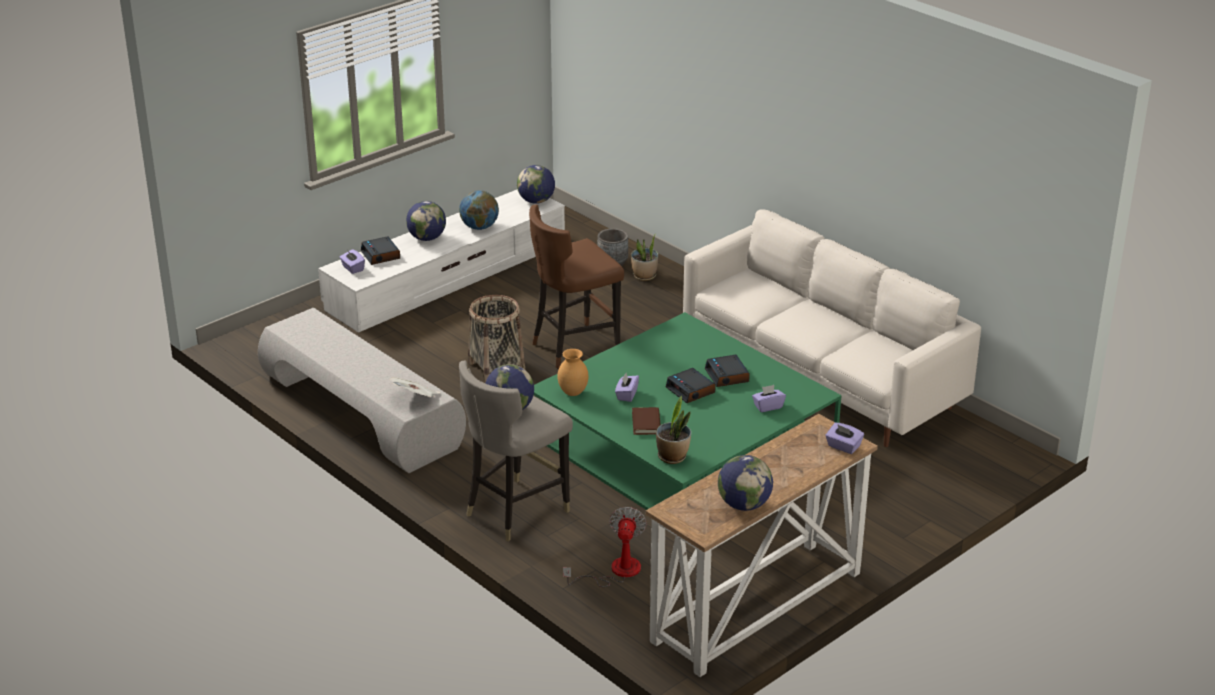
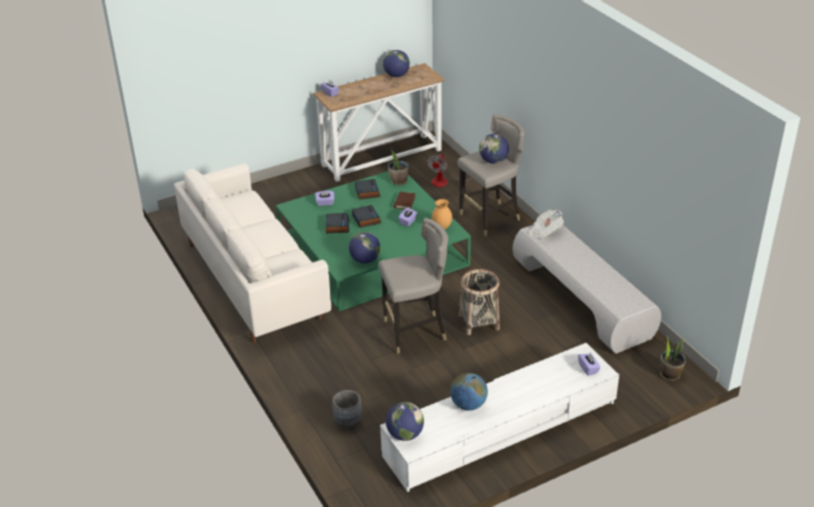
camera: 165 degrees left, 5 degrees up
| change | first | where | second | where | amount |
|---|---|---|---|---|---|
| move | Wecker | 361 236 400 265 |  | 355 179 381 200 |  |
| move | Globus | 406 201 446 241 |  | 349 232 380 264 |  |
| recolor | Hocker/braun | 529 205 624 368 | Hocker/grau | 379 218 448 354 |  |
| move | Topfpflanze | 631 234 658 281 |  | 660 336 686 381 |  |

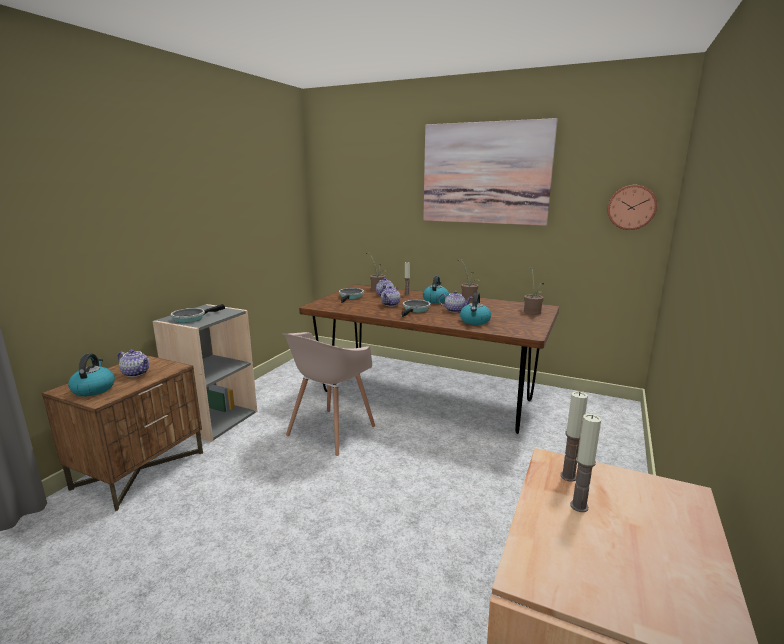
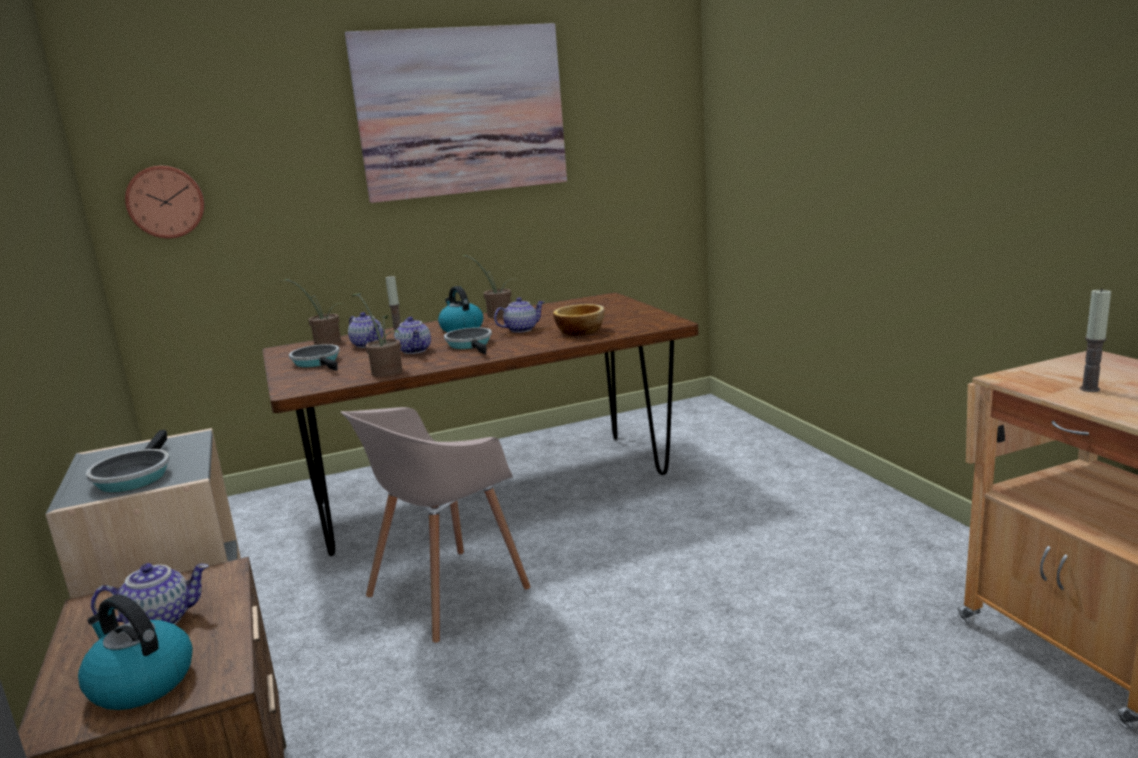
camera: 45 degrees left, 0 degrees up
| change | first | where | second | where | amount |
|---|---|---|---|---|---|
| rotate | Stuhl/beige | 283 332 375 456 |  | 341 407 531 643 | 60 degrees clockwise |
| replace | Wasserkessel | 460 293 491 325 | Schüssel | 553 304 605 336 |  |
| move | Topfpflanze | 524 268 544 315 |  | 352 293 403 377 |  |
| delete | Kerze | 560 391 588 481 |  |  |  |
| move | Wanduhr | 608 185 657 230 |  | 125 166 204 239 |  |

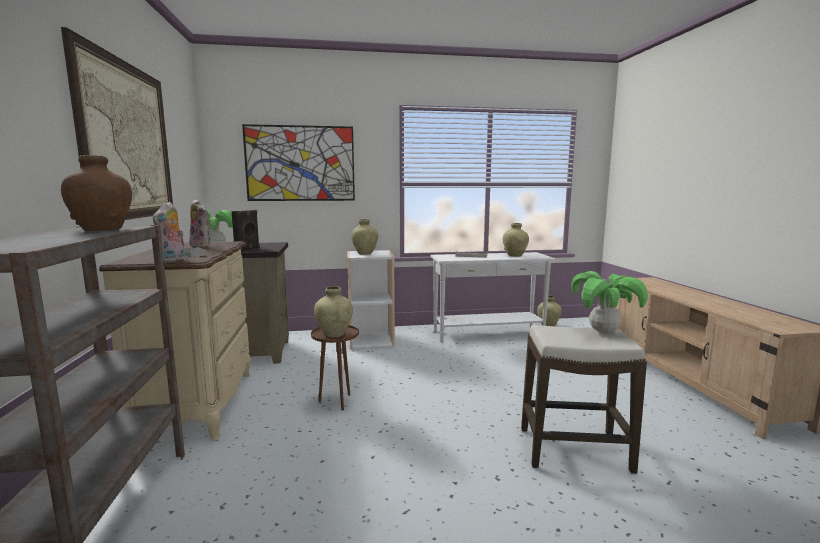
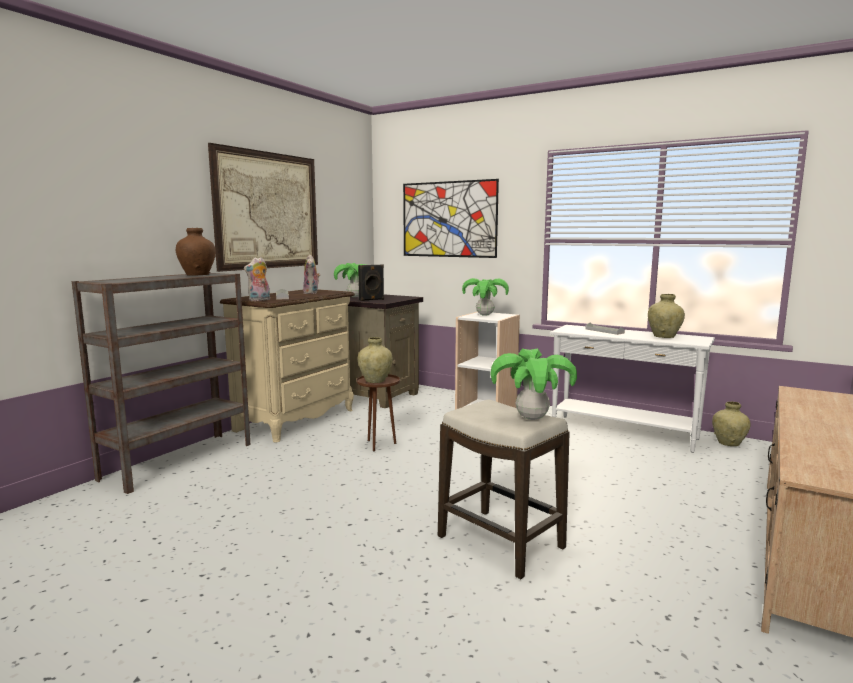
camera: 40 degrees right, 0 degrees up
| change | first | where | second | where | amount |
|---|---|---|---|---|---|
| replace | Vase/beige | 351 219 378 254 | Topfpflanze | 462 278 509 316 |  |

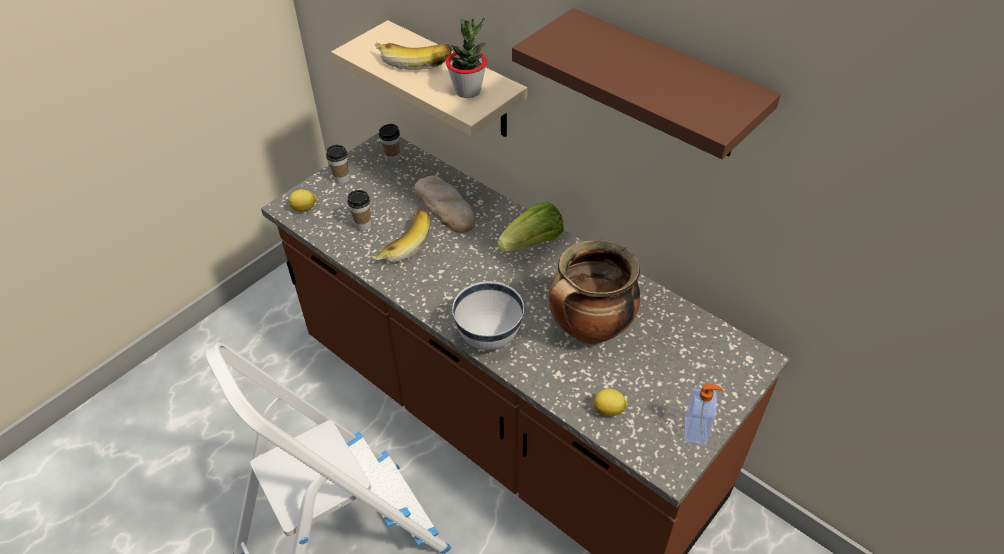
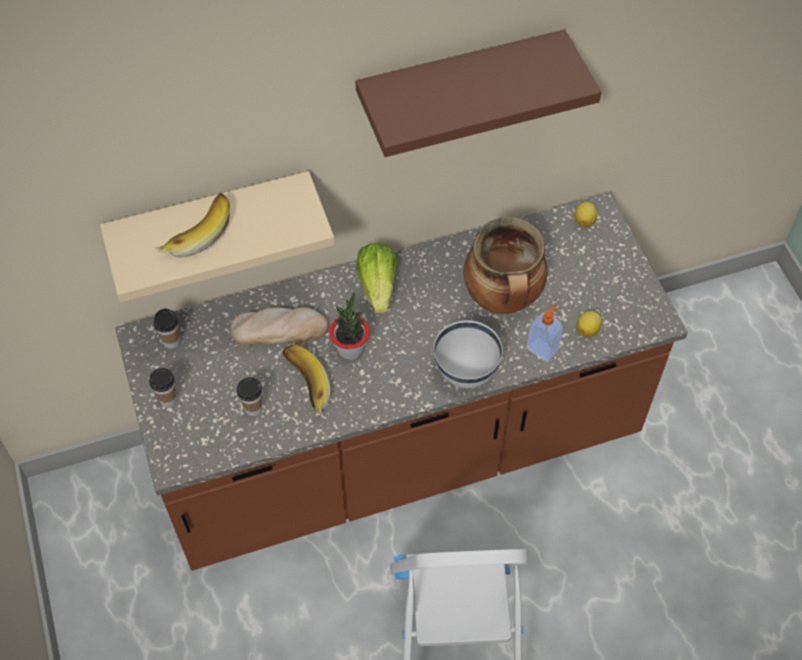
camera: 60 degrees left, 10 degrees up
| change | first | where | second | where | amount |
|---|---|---|---|---|---|
| move | Zitrone | 289 190 317 212 |  | 574 202 597 227 |  |
| move | Topfpflanze | 446 18 487 98 |  | 329 292 370 360 |  |
| move | Seifenspender | 685 383 723 444 |  | 526 306 563 362 |  |

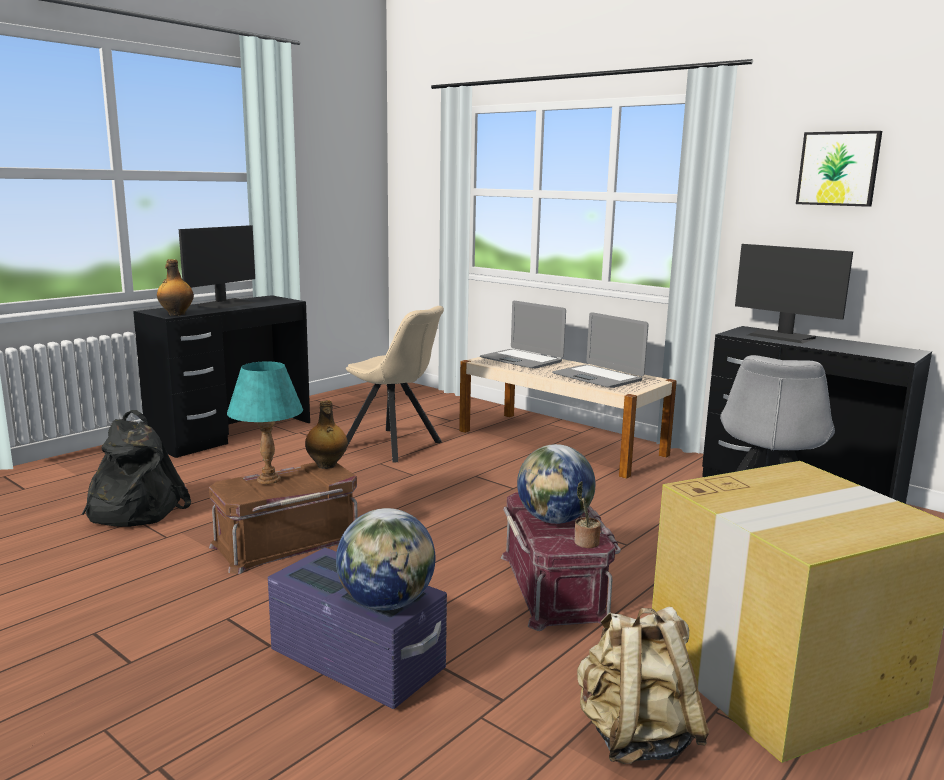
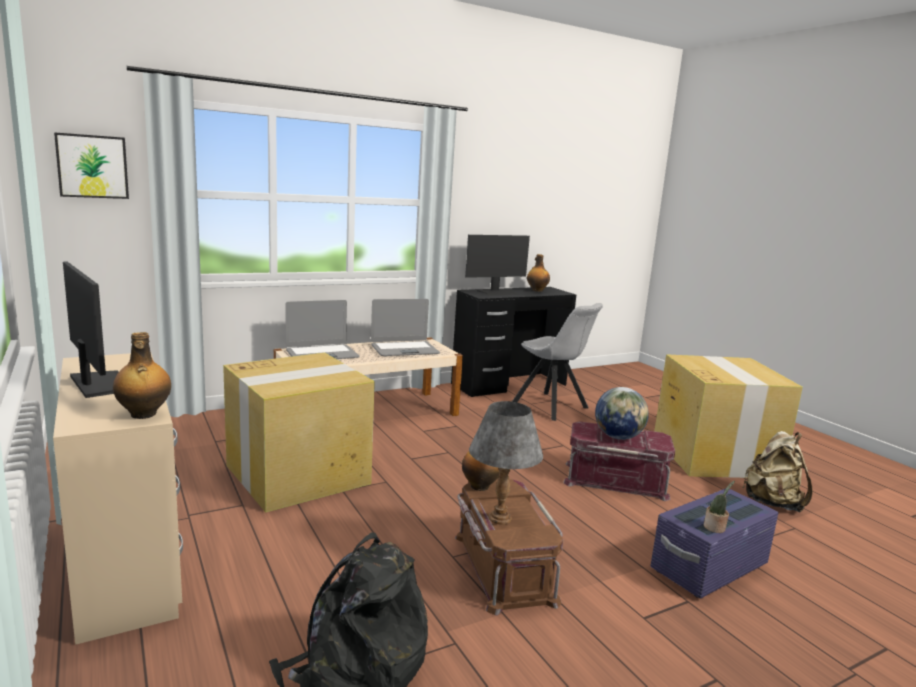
camera: 70 degrees left, 0 degrees up
| change | first | where | second | where | amount |
|---|---|---|---|---|---|
| recolor | Schreibtisch/schwarz | 133 295 310 458 | Schreibtisch/beige | 53 353 183 645 |  |
| recolor | Tischlampe/türkis | 227 361 303 484 | Tischlampe/grau | 469 401 543 525 |  |
| delete | Globus | 336 508 435 610 |  |  |  |
| replace | Stuhl/beige | 346 306 444 463 | Karton | 223 353 375 512 |  |
| move | Topfpflanze | 574 481 601 548 |  | 704 481 735 533 |  |
| move | Bild | 796 131 882 207 |  | 54 132 129 199 |  |
| insert |  |  | Flasche | 527 254 550 292 |  |

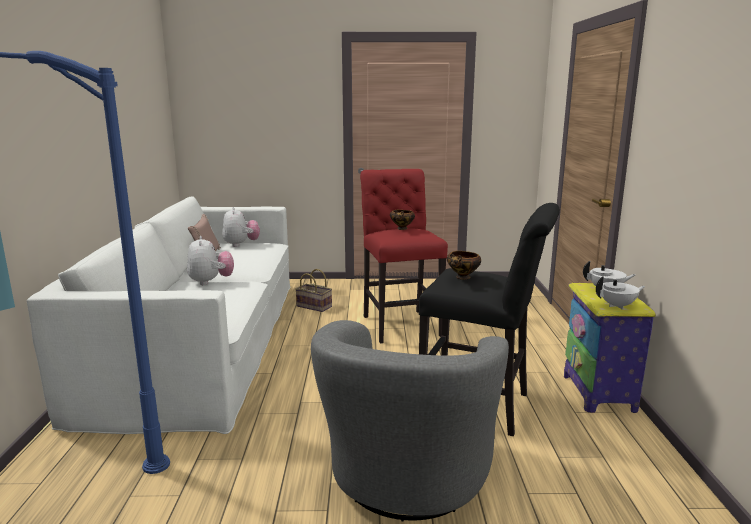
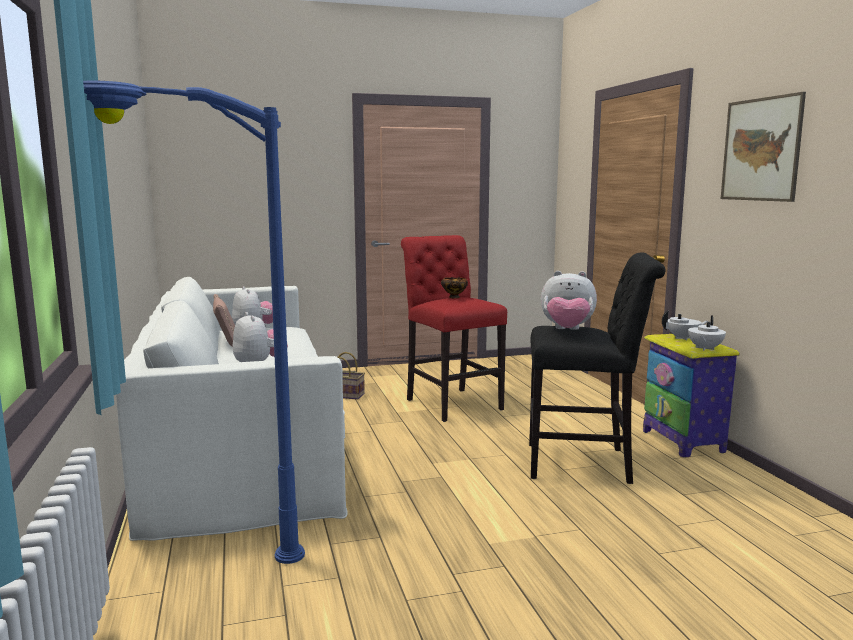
camera: 15 degrees left, 5 degrees down
| change | first | where | second | where | amount |
|---|---|---|---|---|---|
| delete | Sessel/grau | 311 320 509 522 |  |  |  |
| replace | Schüssel | 447 251 481 280 | Plüschtier | 541 271 597 330 |  |
| rotate | Teekanne/weiß | 596 276 645 310 |  | 688 315 726 351 | 150 degrees clockwise |
| insert |  |  | Bild | 721 92 806 202 |  |

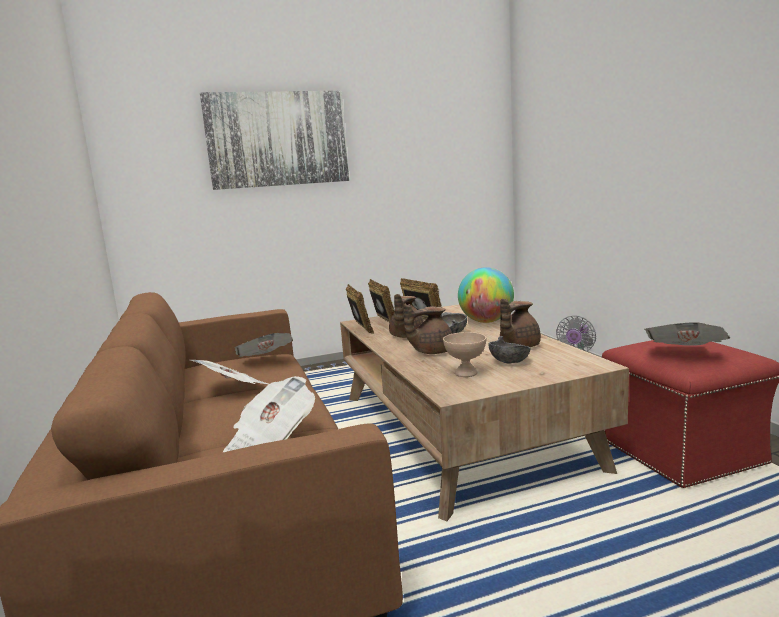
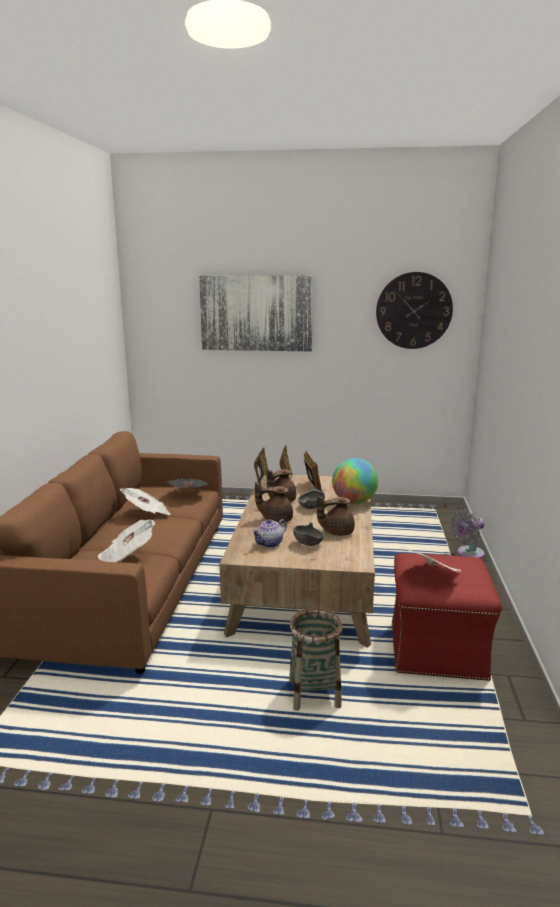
camera: 25 degrees right, 5 degrees up
| change | first | where | second | where | amount |
|---|---|---|---|---|---|
| replace | Schüssel/beige | 443 332 486 377 | Teekanne | 252 519 287 548 |  |
| insert |  |  | Korb | 289 608 342 711 |  |
| insert |  |  | Wanduhr | 376 272 453 349 |  |

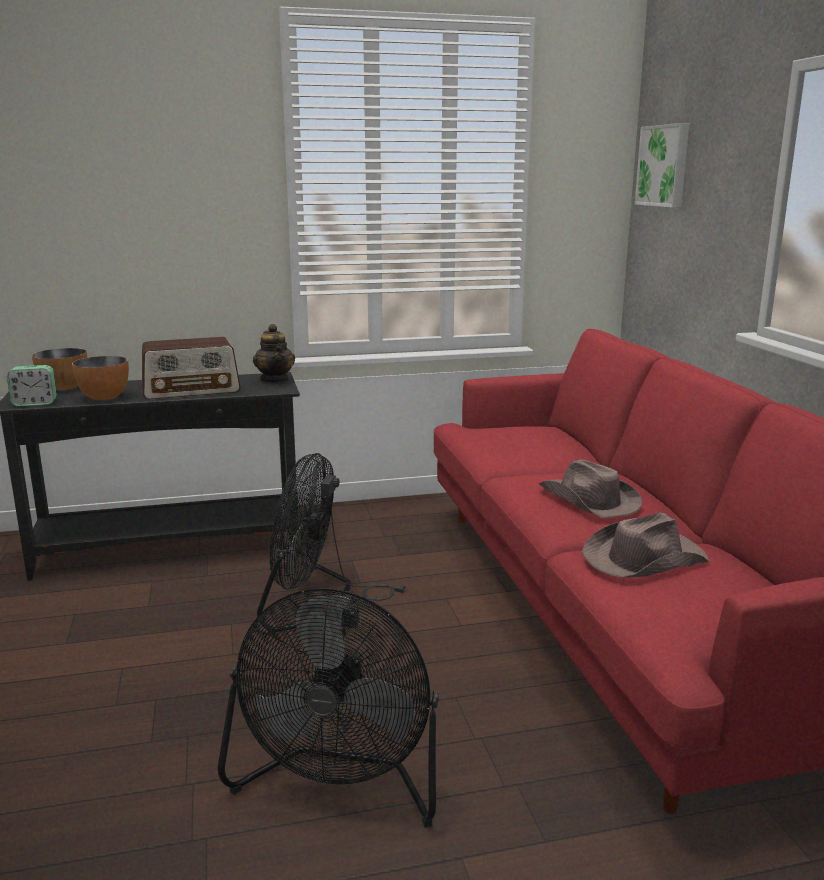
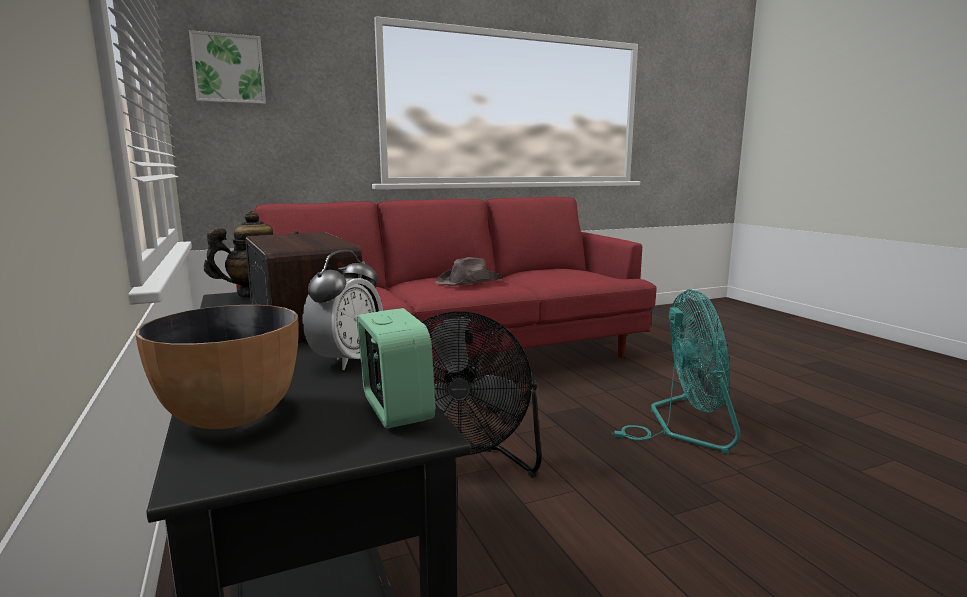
camera: 100 degrees left, 5 degrees down
| change | first | where | second | where | amount |
|---|---|---|---|---|---|
| replace | Schüssel | 72 356 129 400 | Wecker | 302 250 383 370 |  |
| recolor | Ventilator/schwarz | 218 588 438 828 | Ventilator/türkis | 611 289 740 455 |  |
| delete | Hut/braun | 582 513 709 577 |  |  |  |

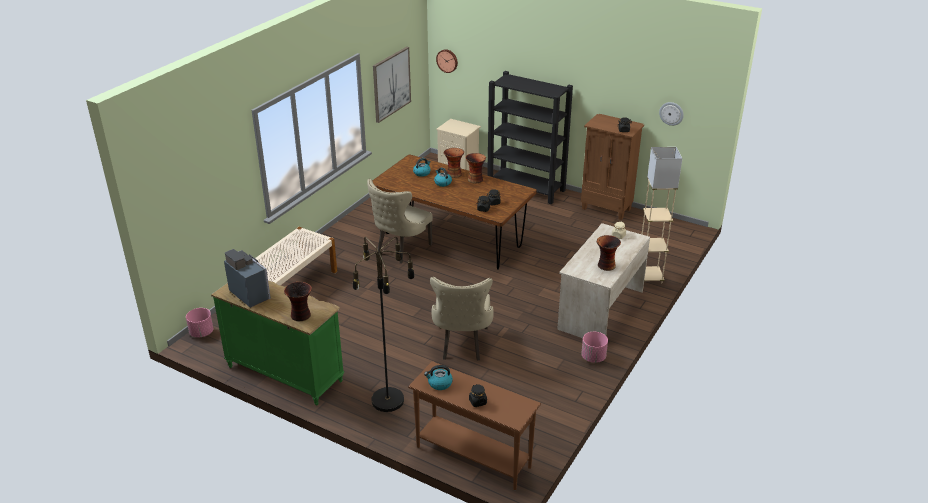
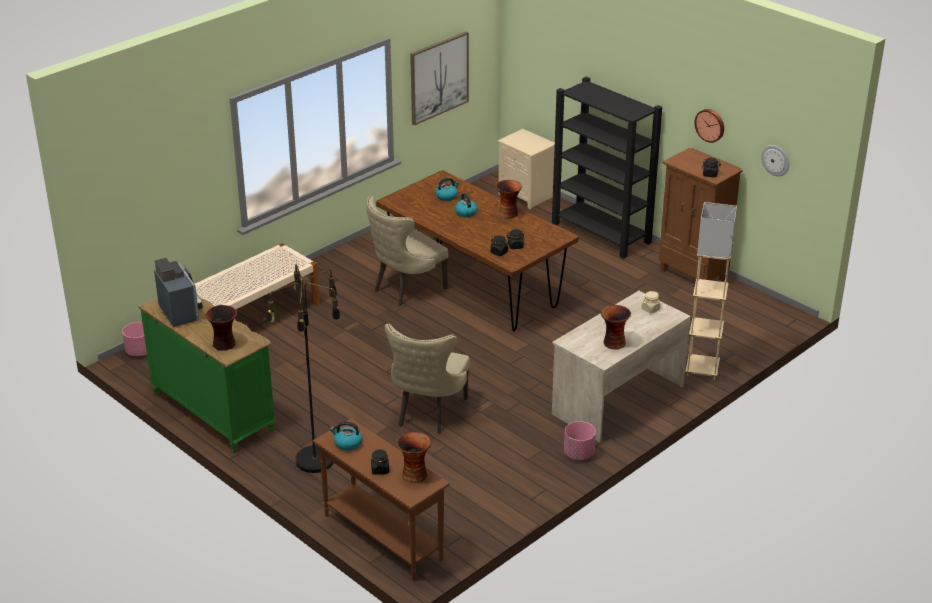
camera: 15 degrees right, 0 degrees up
| change | first | where | second | where | amount |
|---|---|---|---|---|---|
| move | Wanduhr | 436 49 458 73 |  | 694 109 724 143 |  |
| move | Vase | 444 148 464 178 |  | 397 432 431 483 |  |

